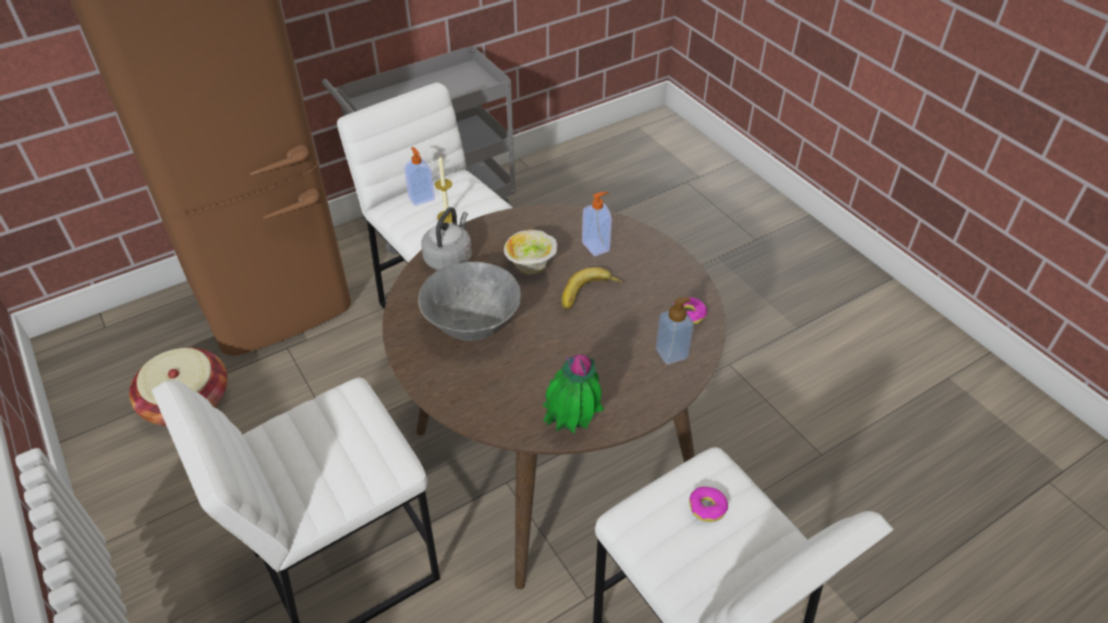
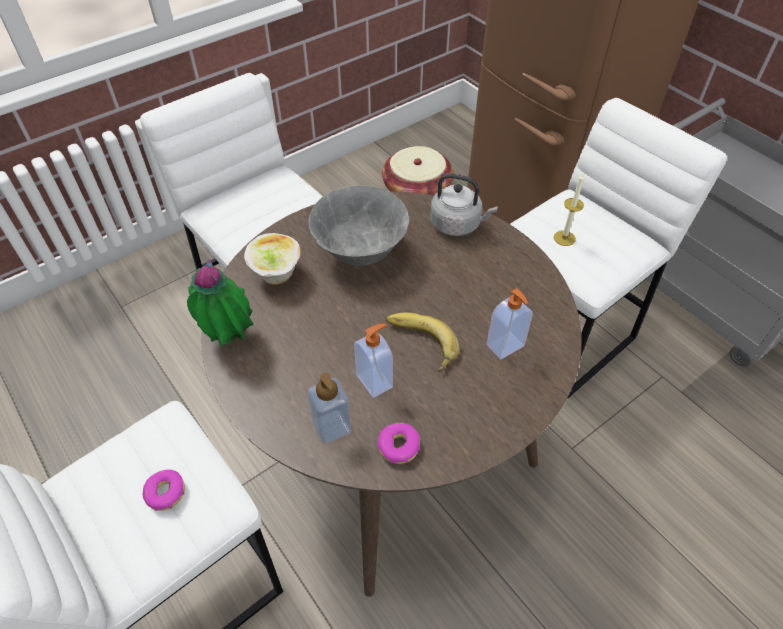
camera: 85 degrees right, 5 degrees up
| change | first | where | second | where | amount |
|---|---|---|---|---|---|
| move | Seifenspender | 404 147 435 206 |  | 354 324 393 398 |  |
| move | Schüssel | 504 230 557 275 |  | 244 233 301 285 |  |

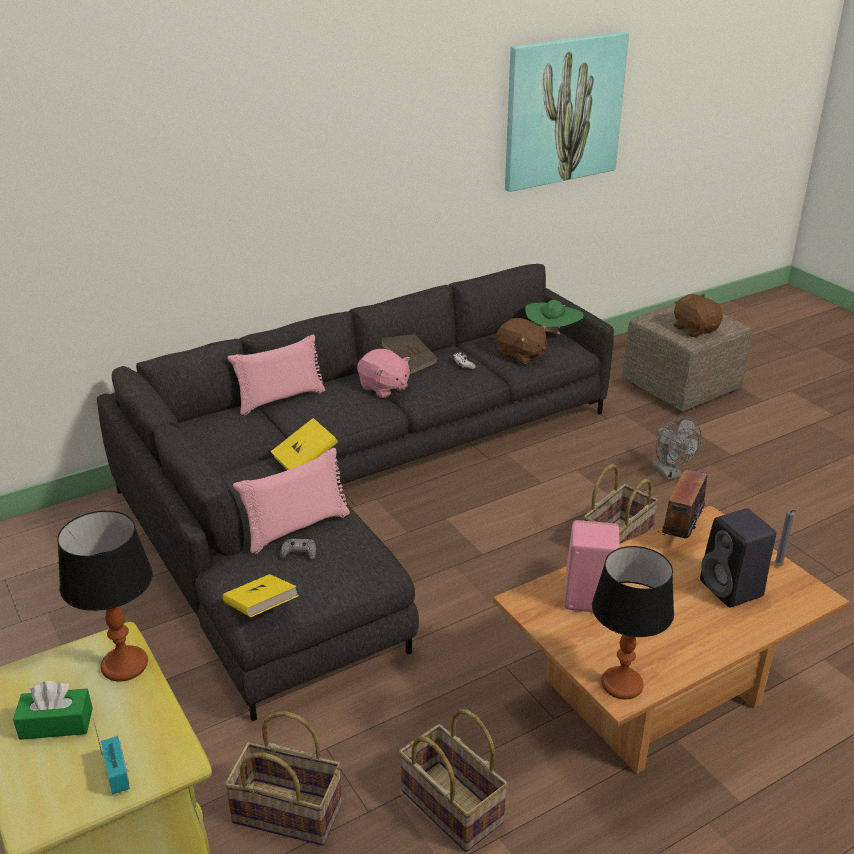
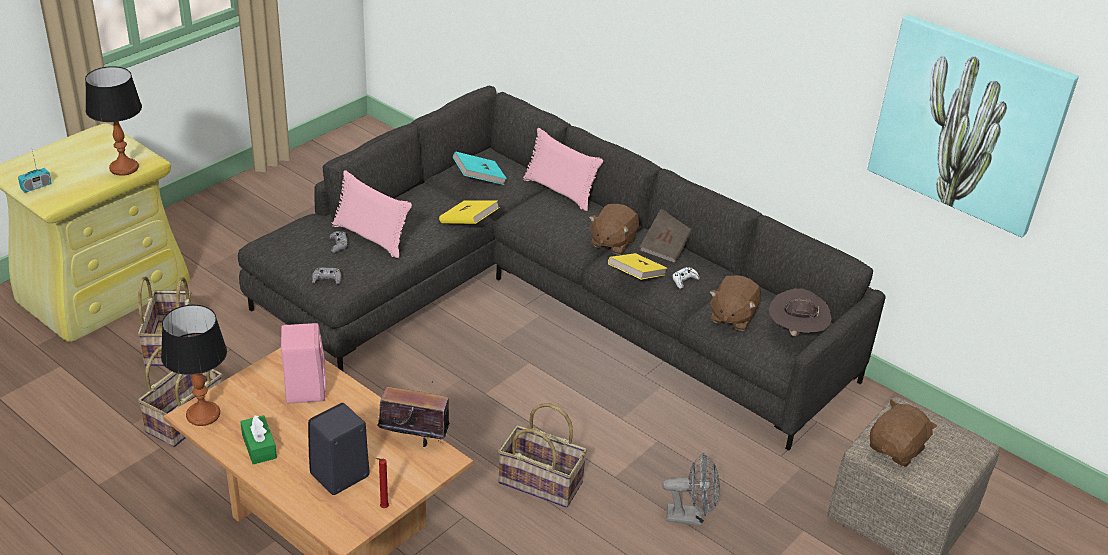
camera: 70 degrees right, 5 degrees up
| change | first | where | second | where | amount |
|---|---|---|---|---|---|
| move | Taschentuchbox/grün | 13 681 93 740 |  | 240 414 277 464 |  |
| move | Buch/gelb | 223 574 299 617 |  | 608 253 668 280 |  |
| recolor | Plüschtier/rosa | 357 349 411 398 | Plüschtier/braun | 589 204 639 255 |  |
| recolor | Hut/grün | 525 300 584 334 | Hut/braun | 769 288 831 336 |  |
| rotate | Ventilator/grau | 652 417 702 480 |  | 662 453 720 526 | 135 degrees counterclockwise |
| recolor | Kerze/grau | 774 510 797 566 | Kerze/rot | 375 458 389 508 |  |
| insert |  |  | Gamepad/grau | 312 267 341 285 |  |
| insert |  |  | Buch/türkis | 453 151 507 185 |  |

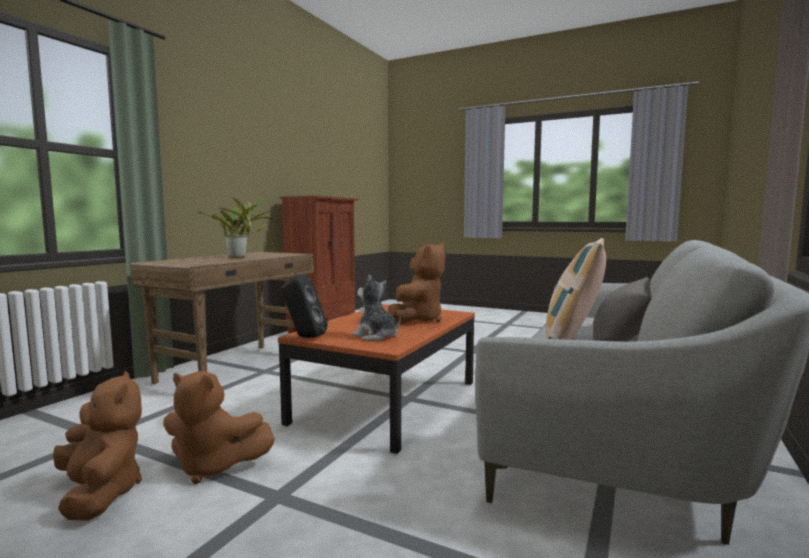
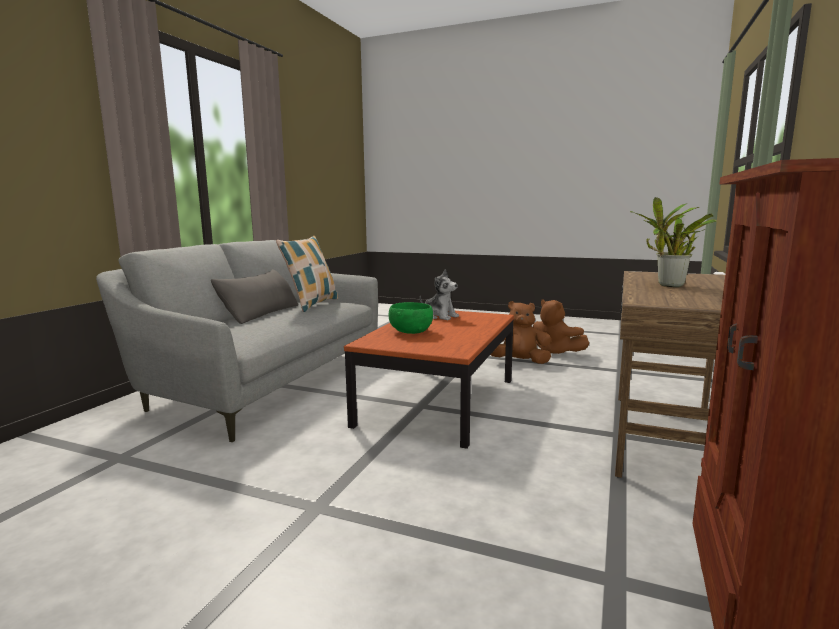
camera: 175 degrees right, 5 degrees up
| change | first | where | second | where | amount |
|---|---|---|---|---|---|
| delete | Lautsprecher/schwarz | 281 275 328 338 |  |  |  |
| replace | Plüschtier/braun | 388 243 445 324 | Schüssel/grün | 389 302 433 334 |  |

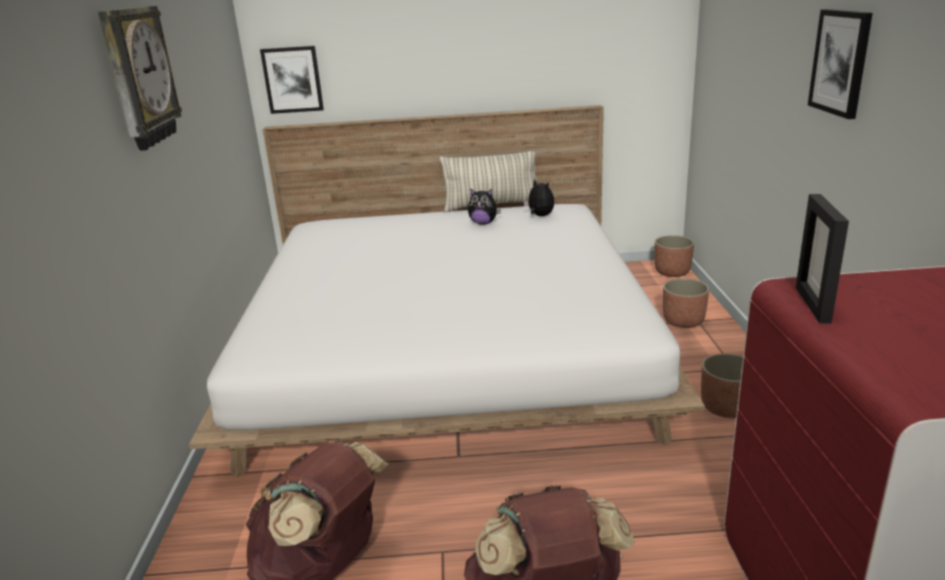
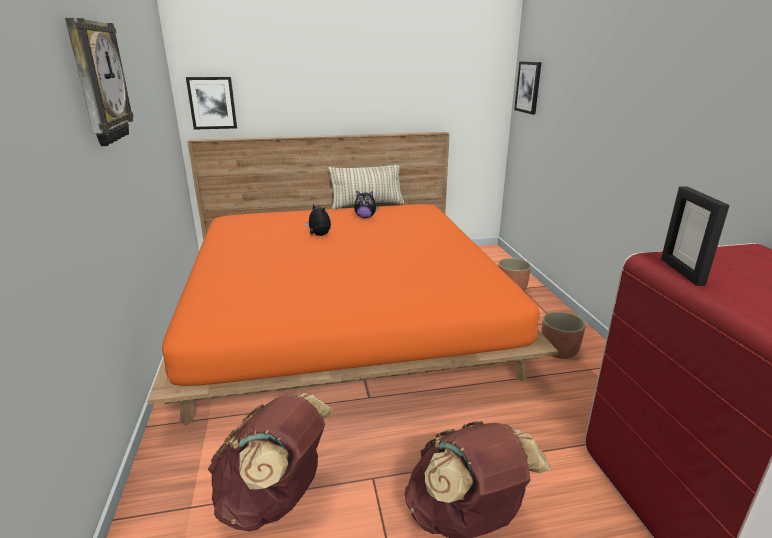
camera: 10 degrees left, 0 degrees up
| change | first | where | second | where | amount |
|---|---|---|---|---|---|
| recolor | Bett/weiß | 189 105 705 478 | Bett/orange | 147 132 558 426 |  |
| move | Plüschtier | 524 179 554 216 |  | 305 203 331 236 |  |
| delete | Pflanzkübel | 655 235 694 277 |  |  |  |
| move | Bild | 808 9 873 119 |  | 514 62 542 114 |  |

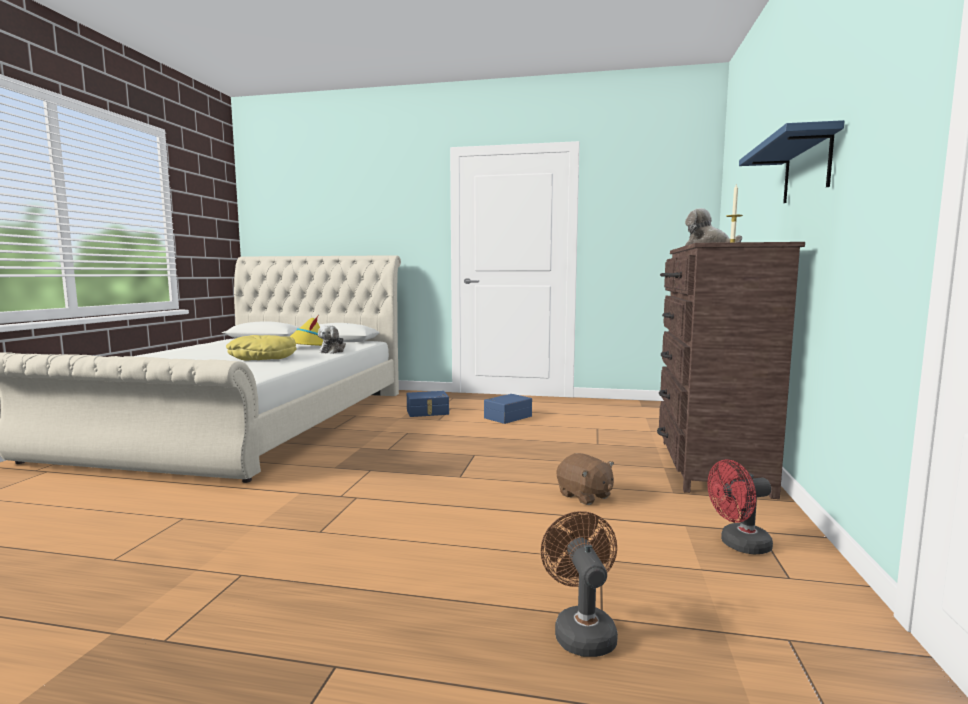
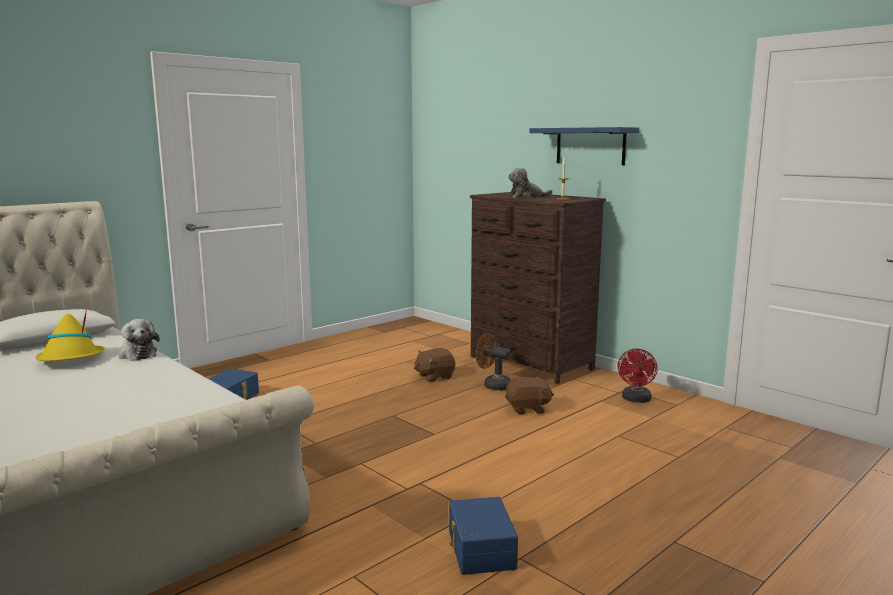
camera: 55 degrees left, 5 degrees up
| change | first | where | second | where | amount |
|---|---|---|---|---|---|
| delete | Kissen/gelb | 226 335 297 361 |  |  |  |
| move | Aufbewahrungsbox/blau | 484 394 532 424 |  | 449 497 518 575 |  |
| move | Ventilator/braun | 541 511 618 657 |  | 476 333 511 390 |  |
| insert |  |  | Plüschtier/braun | 414 348 455 382 |  |

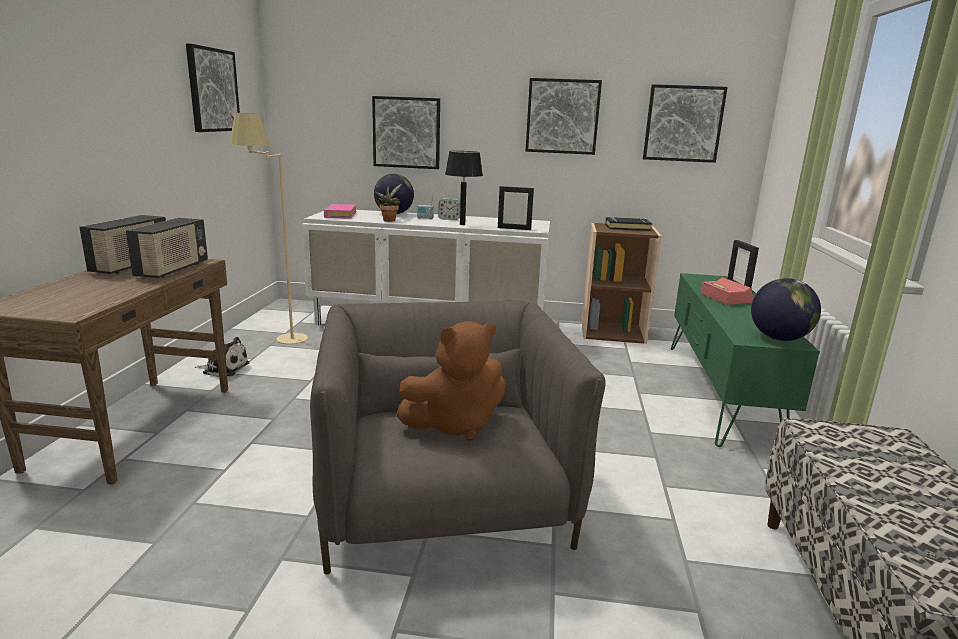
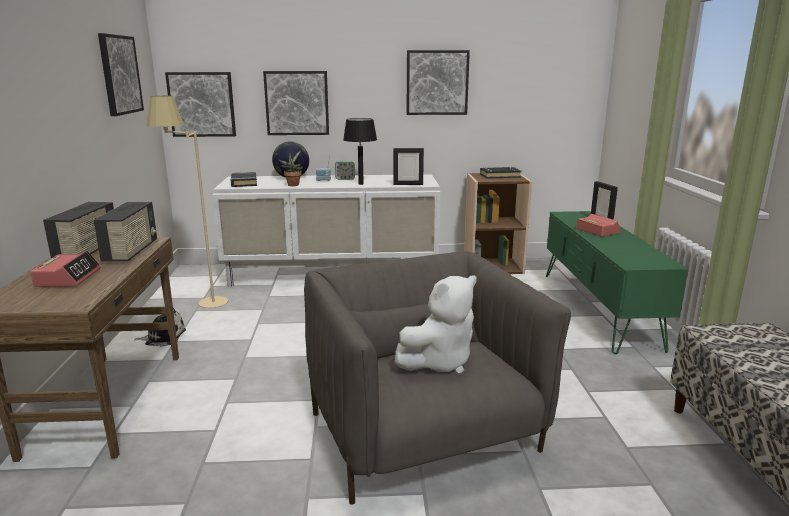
camera: 10 degrees left, 0 degrees up
| change | first | where | second | where | amount |
|---|---|---|---|---|---|
| recolor | Buch/rosa | 324 204 357 219 | Buch/schwarz | 230 172 257 187 |  |
| recolor | Plüschtier/braun | 396 321 506 441 | Plüschtier/weiß | 395 275 476 374 |  |
| move | Bild | 643 84 728 163 |  | 165 72 236 137 |  |
| delete | Globus | 751 278 821 341 |  |  |  |
| insert |  |  | Wecker | 31 250 101 287 |  |

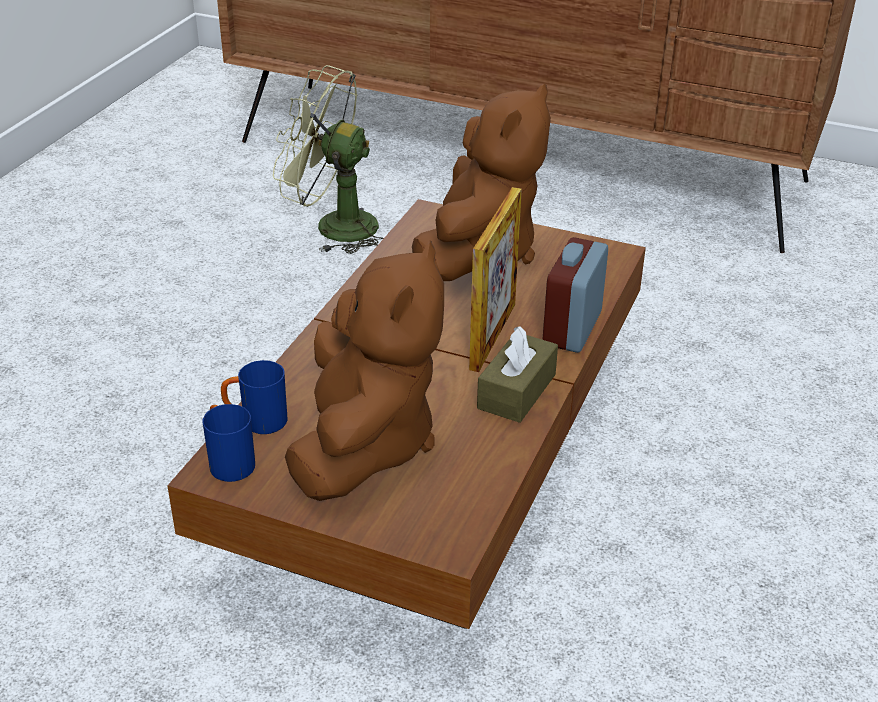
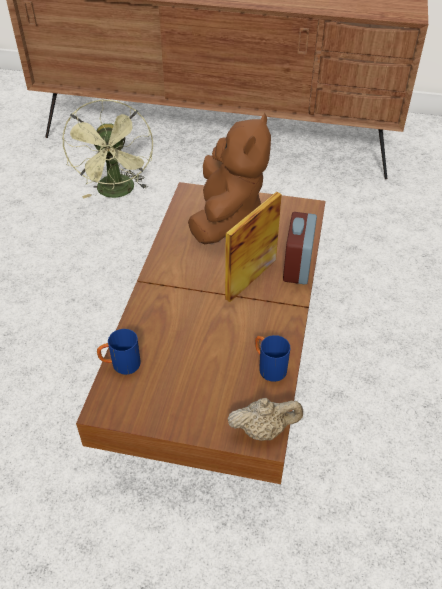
camera: 10 degrees left, 10 degrees up
| change | first | where | second | where | amount |
|---|---|---|---|---|---|
| move | Henkelbecher/blau | 202 404 255 482 |  | 255 335 290 382 |  |
| rotate | Ventilator/grün | 273 65 384 254 |  | 62 99 153 199 | 105 degrees counterclockwise |
| delete | Plüschtier/braun | 285 241 444 501 |  |  |  |
| rotate | Bilderrahmen | 469 187 522 372 |  | 225 192 282 302 | 150 degrees counterclockwise |
| delete | Taschentuchbox/braun | 477 326 558 423 |  |  |  |
| insert |  |  | Teekanne/beige | 227 398 303 441 |  |

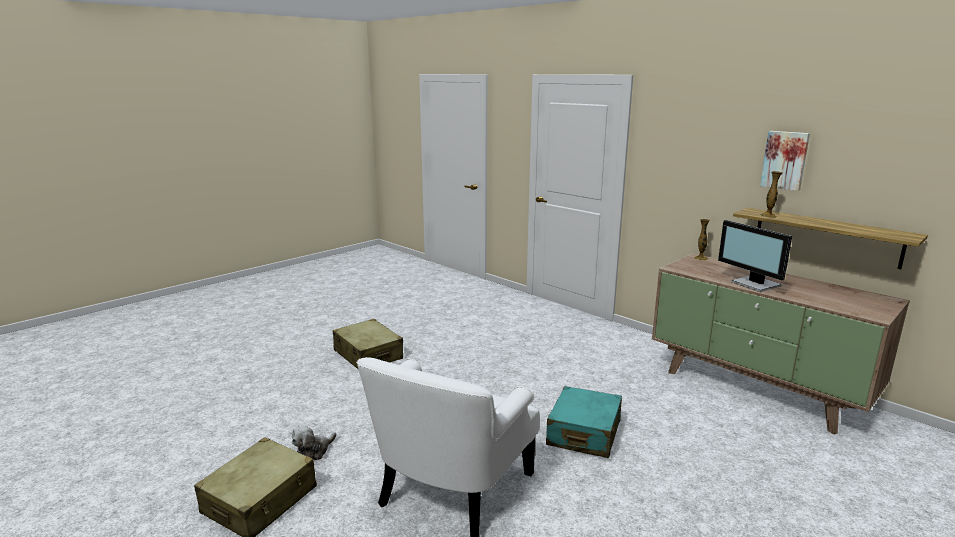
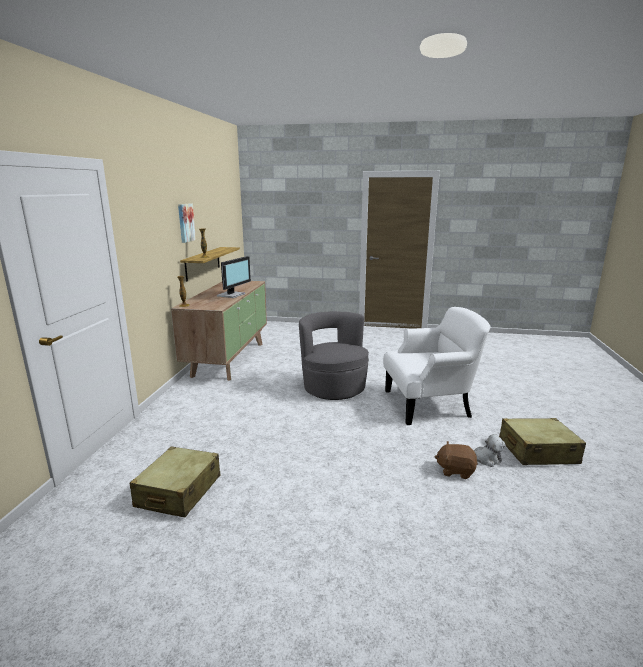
camera: 125 degrees left, 0 degrees up
| change | first | where | second | where | amount |
|---|---|---|---|---|---|
| move | Koffer/beige | 333 319 403 370 |  | 130 447 220 517 |  |
| replace | Koffer/türkis | 546 386 622 458 | Sessel/grau | 299 311 369 400 |  |
| insert |  |  | Plüschtier/braun | 435 441 478 479 |  |

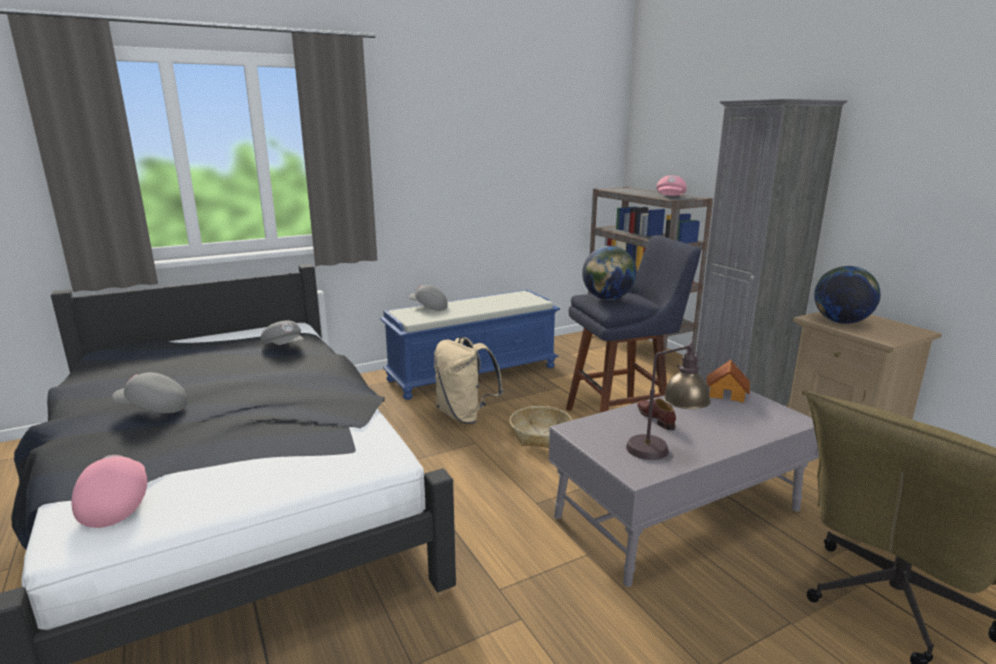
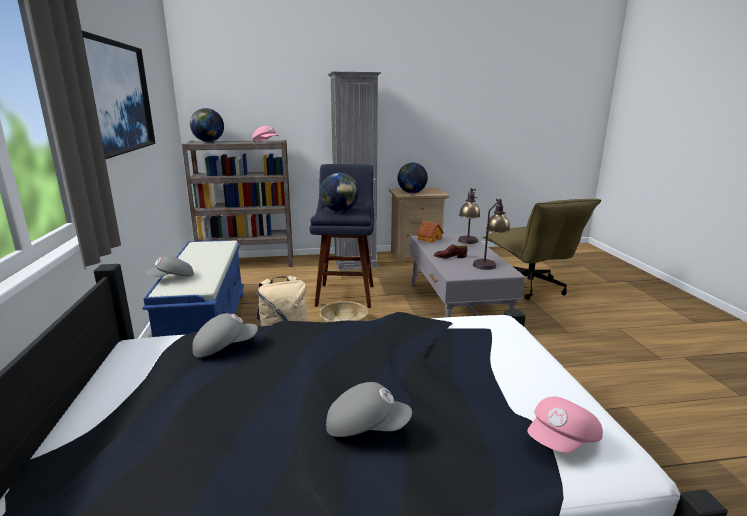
camera: 70 degrees left, 0 degrees up
| change | first | where | second | where | amount |
|---|---|---|---|---|---|
| rotate | Kappe/rosa | 72 455 147 528 |  | 527 397 603 453 | 45 degrees counterclockwise |
| rotate | Kappe/grau | 112 372 187 413 |  | 326 382 412 437 | 105 degrees counterclockwise |
| insert |  |  | Bild | 82 31 155 159 |  |
| insert |  |  | Globus | 190 108 224 142 |  |
| insert |  |  | Tischlampe | 458 188 480 244 |  |

